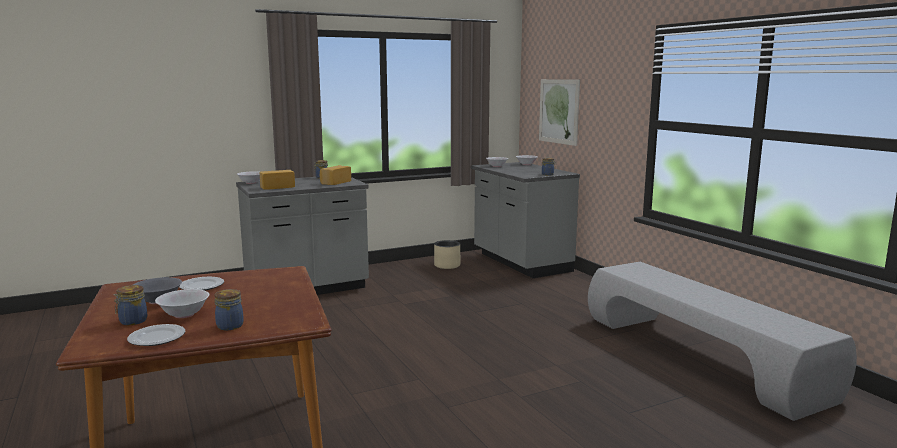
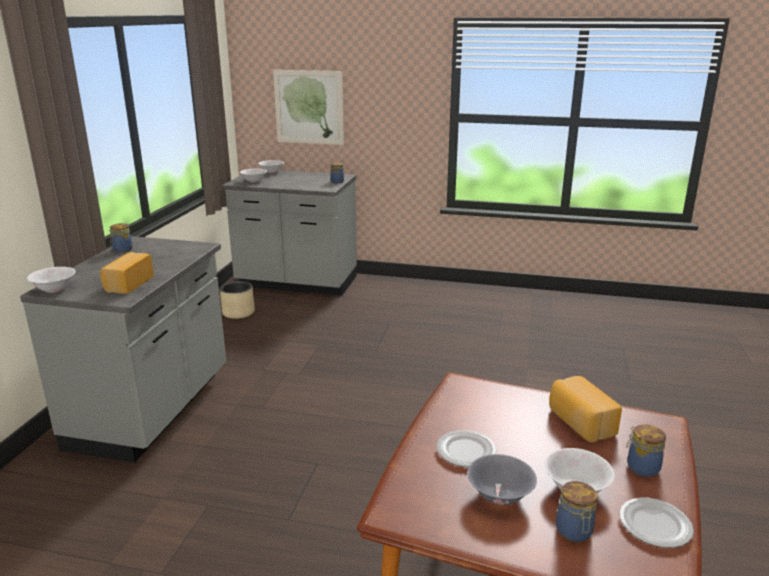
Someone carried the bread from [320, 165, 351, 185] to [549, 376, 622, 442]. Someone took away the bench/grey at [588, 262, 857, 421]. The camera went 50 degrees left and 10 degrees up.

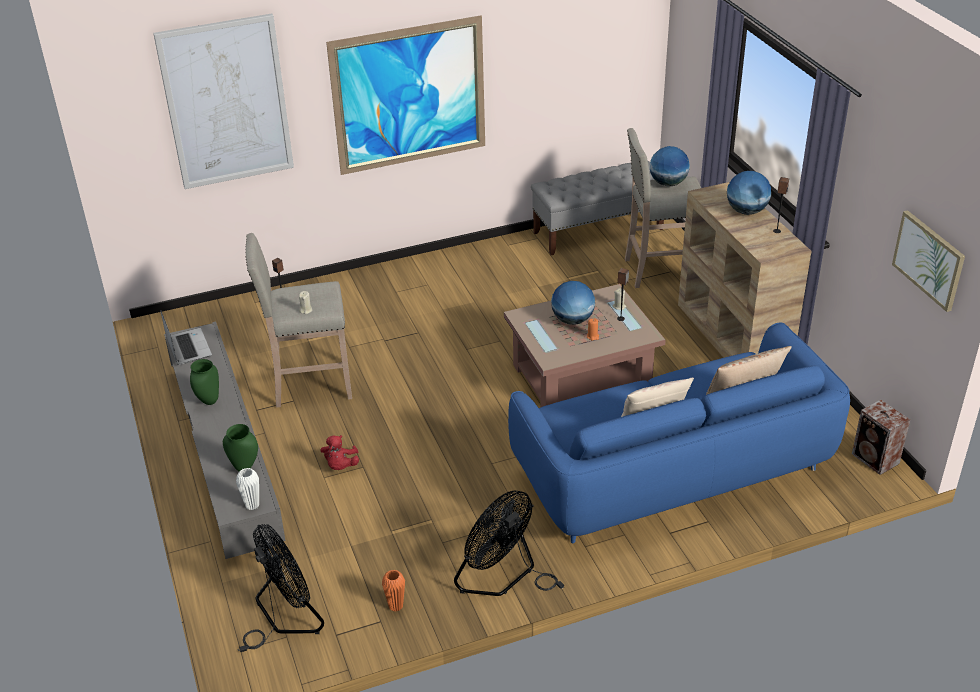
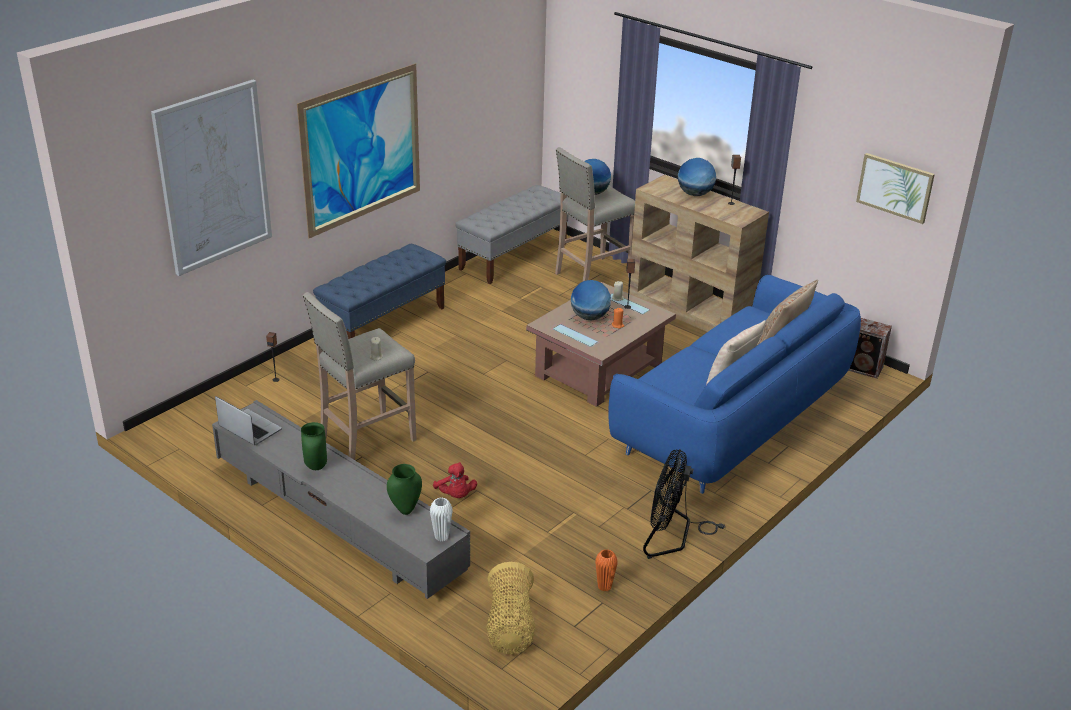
Someone swapped the fan/black at [238, 524, 324, 652] for the basket at [487, 562, 535, 655]. Someone put down the bench/blue at [313, 244, 446, 339]. The camera went 30 degrees left and 5 degrees down.

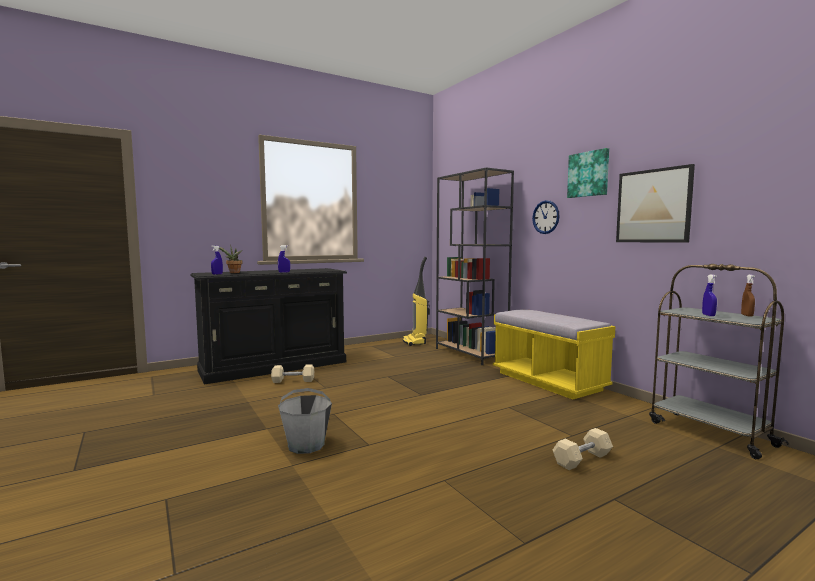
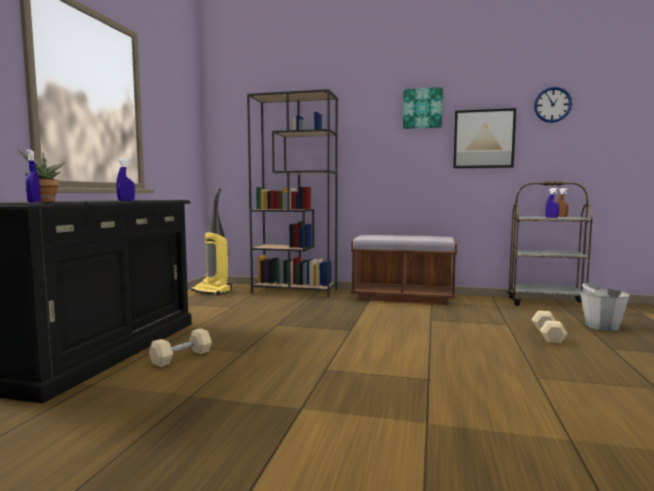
Someone carried the bucket/grey from [278, 388, 332, 454] to [580, 283, 630, 331]. Someone repainted the bench/yellow at [493, 310, 616, 399], which became the bench/brown at [351, 235, 457, 305]. Someone carried the wall clock from [532, 200, 560, 234] to [534, 87, 572, 123]. The camera went 45 degrees left and 0 degrees up.

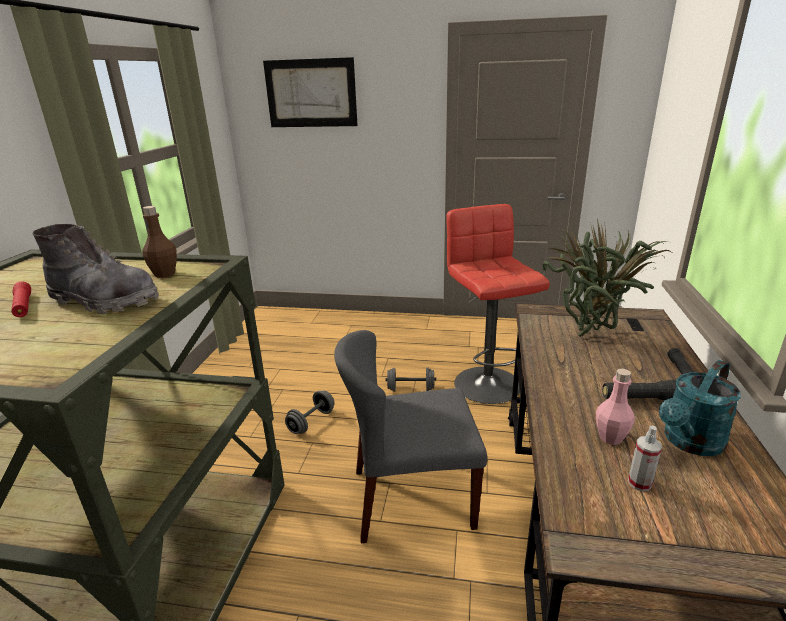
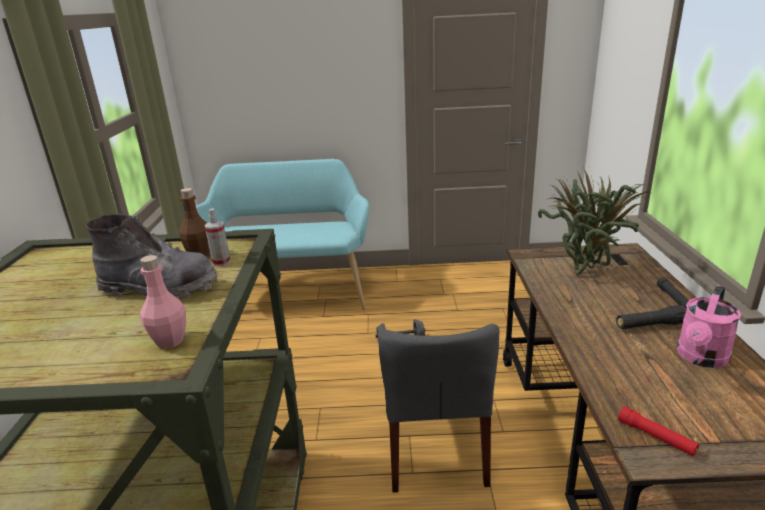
Someone carried the flashlight/red from [11, 282, 31, 317] to [618, 406, 699, 456]. Someone took away the picture at [263, 57, 358, 127]. Someone took away the dumbbell/grey at [285, 391, 335, 434]. Someone rotated the chair/grey at [334, 330, 487, 543] by 75 degrees counterclockwise. Someone took away the stool/red at [446, 204, 550, 404]. Someone carried the bottle/pink from [596, 369, 635, 445] to [140, 255, 186, 349]. Someone carried the spray bottle from [628, 425, 662, 491] to [205, 208, 231, 266]. Someone repainted the watering can/turquoise at [659, 360, 741, 456], which became the watering can/pink at [677, 285, 741, 368]. Someone put down the bench/turquoise at [196, 159, 369, 310]. The camera went 10 degrees left and 0 degrees up.

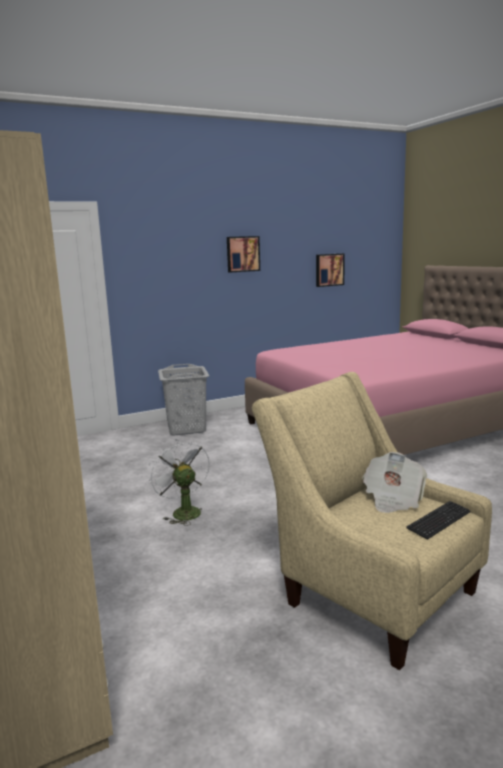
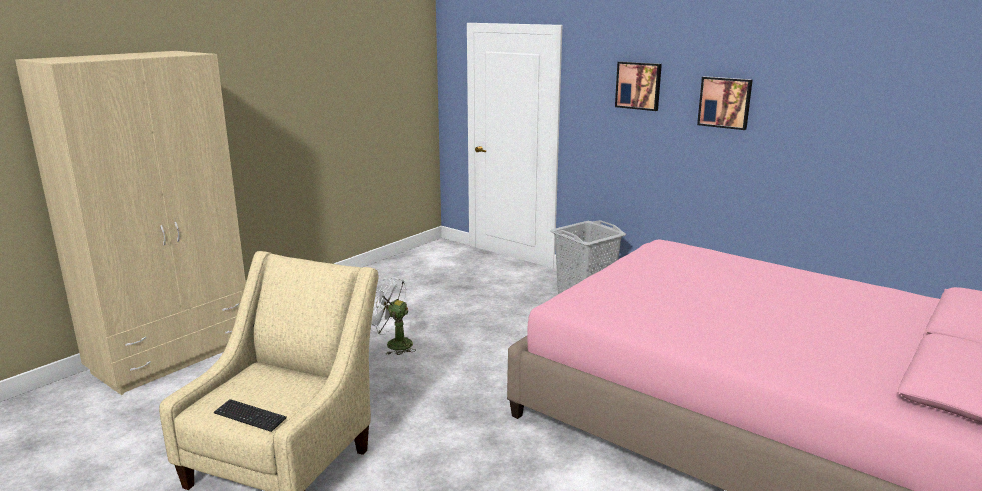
Someone rotated the fan/white at [149, 439, 210, 526] by 105 degrees counterclockwise. Someone carried the picture from [316, 254, 345, 287] to [615, 61, 662, 111]. Someone took away the newspaper at [362, 452, 427, 513]. The camera went 65 degrees right and 5 degrees up.

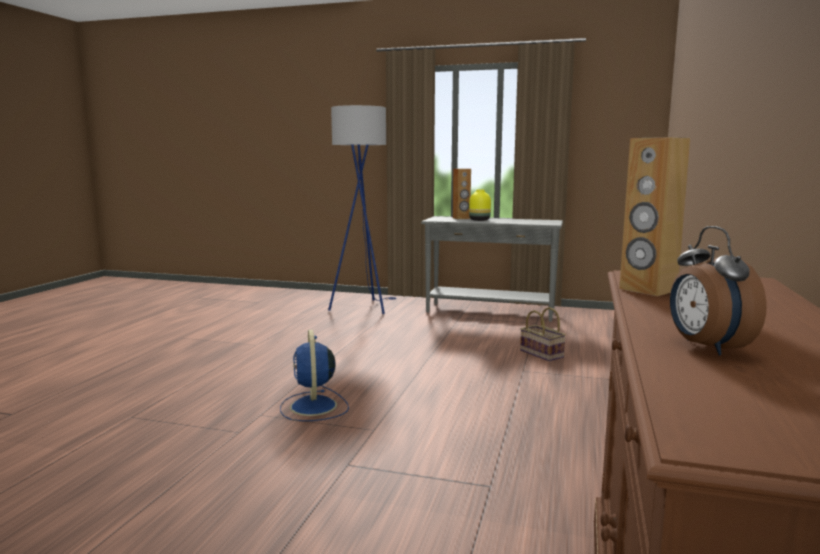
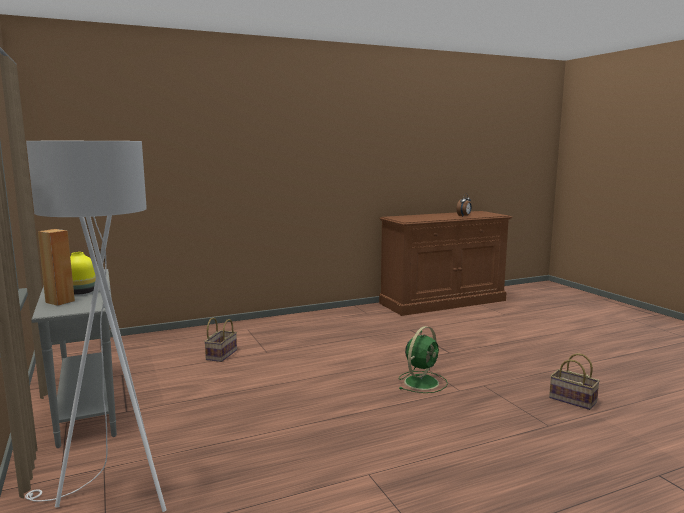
Someone repainted the fan/blue at [280, 330, 349, 421], which became the fan/green at [399, 326, 448, 393]. Someone repainted the floor lamp/blue at [328, 105, 396, 314], which became the floor lamp/white at [25, 141, 167, 512]. Someone took away the speaker/brown at [619, 137, 690, 296]. Someone put down the basket at [549, 353, 600, 410]. The camera went 130 degrees left and 0 degrees up.

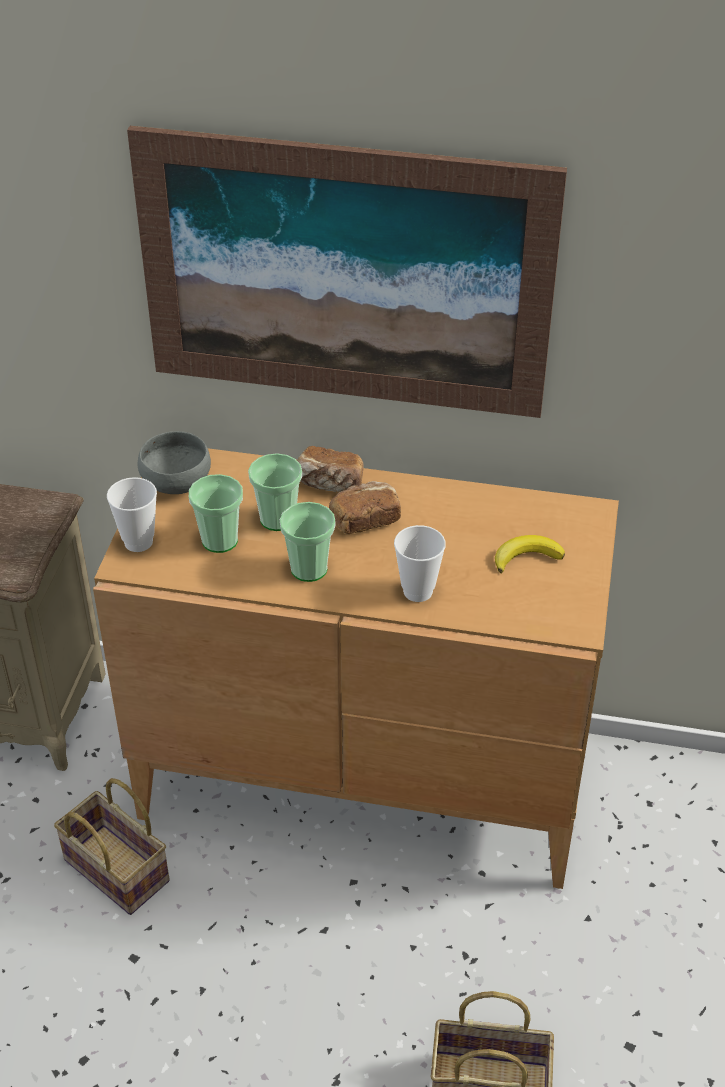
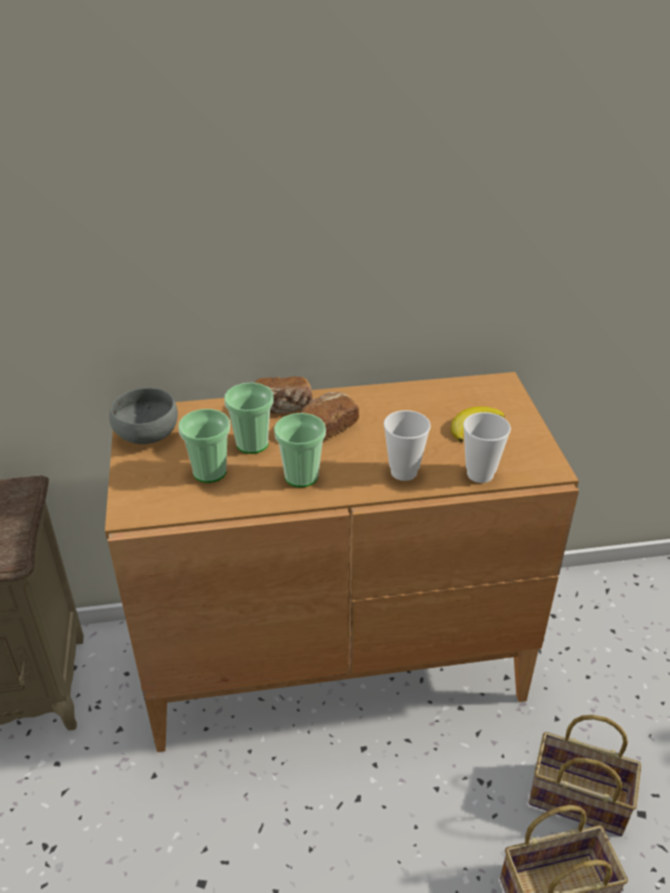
Someone carried the basket from [54, 778, 170, 915] to [529, 715, 641, 836]. Someone carried the cup from [107, 477, 157, 552] to [463, 412, 511, 483]. Someone took away the picture at [127, 126, 567, 418]. The camera went 20 degrees left and 5 degrees down.

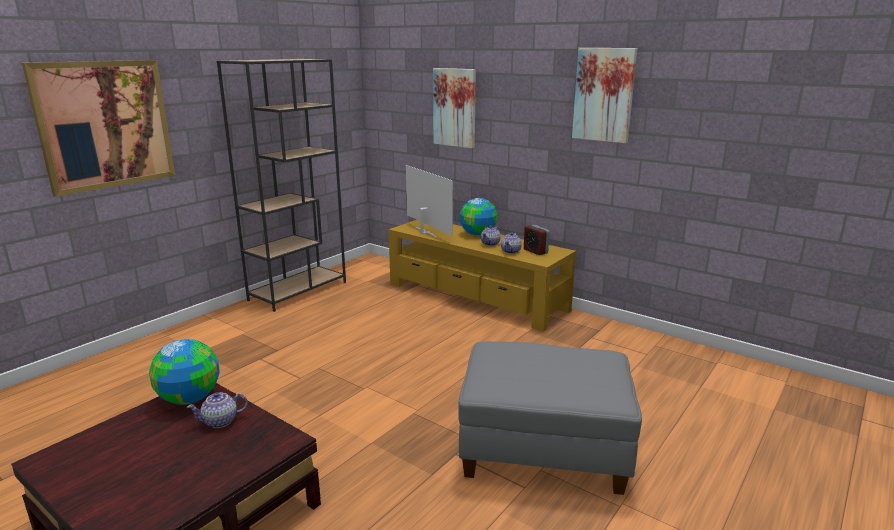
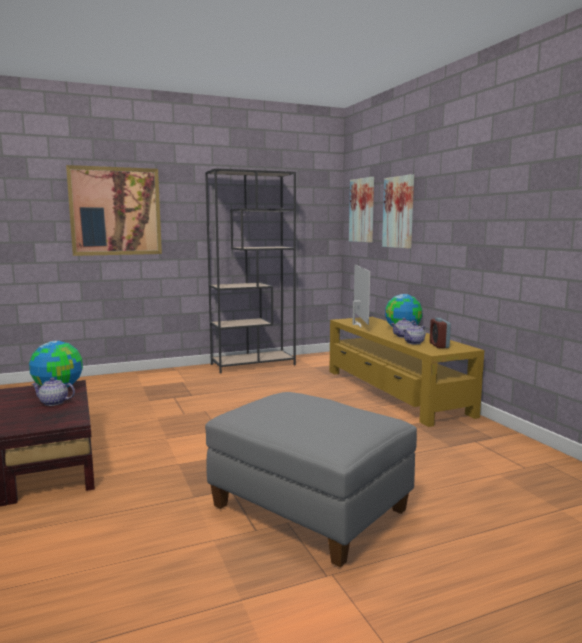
Someone carried the picture from [572, 48, 638, 143] to [349, 177, 374, 243]. The camera went 30 degrees right and 10 degrees down.

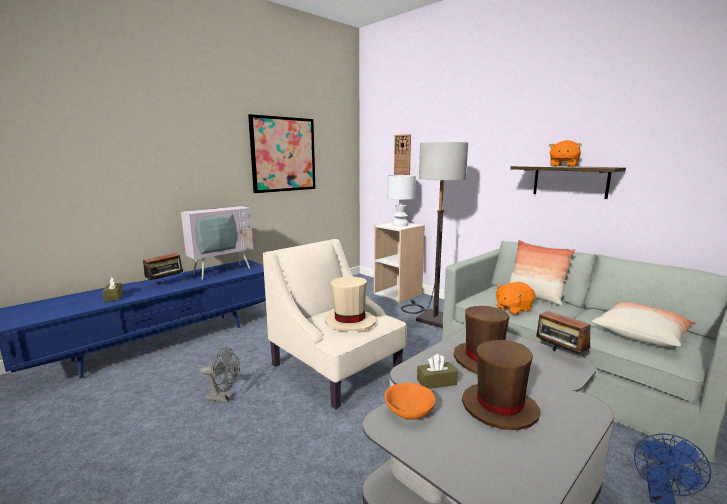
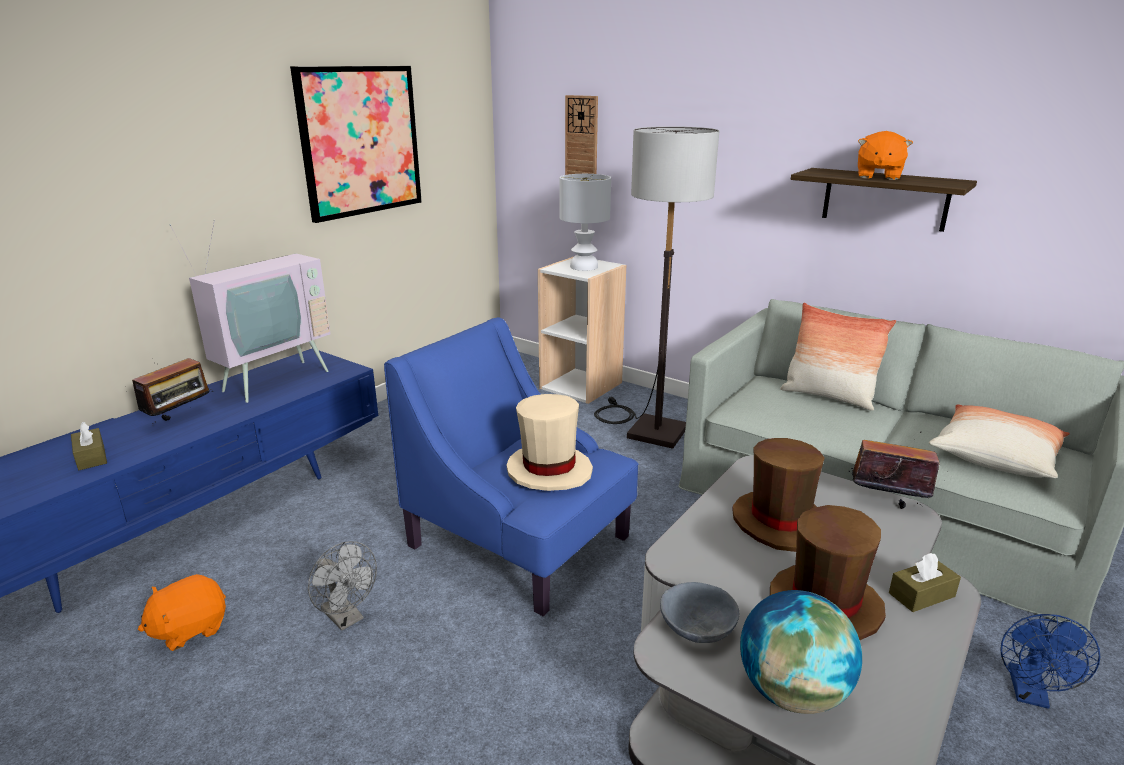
Someone rotated the fan/grey at [200, 347, 240, 402] by 45 degrees clockwise. Someone repainted the armchair/beige at [263, 239, 407, 409], which became the armchair/blue at [384, 317, 639, 616]. Someone repainted the bowl/orange at [384, 383, 435, 419], which became the bowl/grey at [660, 582, 739, 643]. Someone carried the tissue box/brown from [417, 354, 458, 389] to [889, 553, 961, 612]. Someone carried the plush toy/orange from [496, 282, 535, 315] to [138, 574, 226, 651]. Someone rotated the radio at [536, 307, 591, 354] by 150 degrees clockwise. Someone put down the globe at [740, 590, 862, 714]. The camera went 10 degrees left and 10 degrees up.

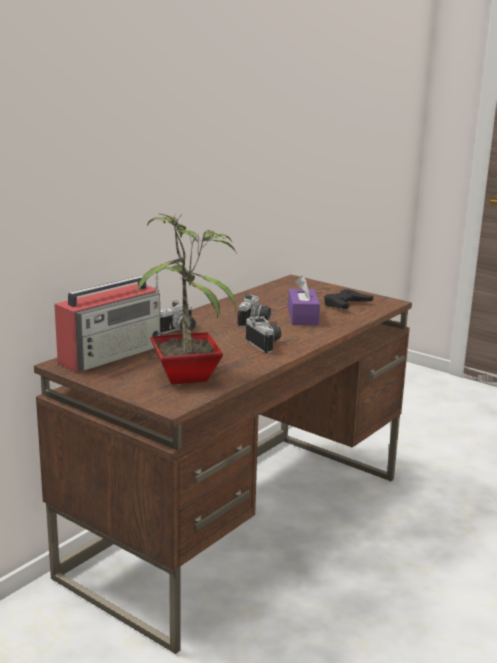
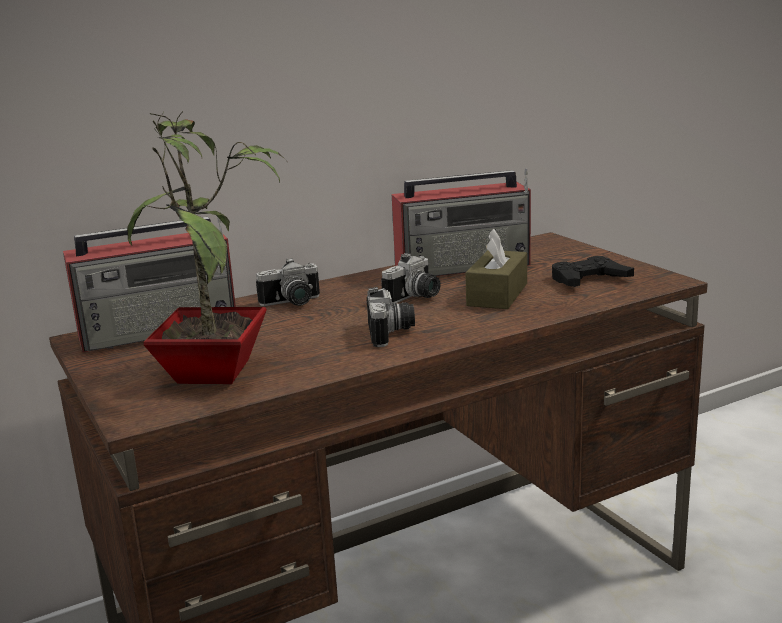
Someone repainted the tissue box/purple at [288, 276, 320, 325], which became the tissue box/brown at [465, 229, 527, 309]. Someone put down the radio at [392, 168, 531, 276]. The camera went 25 degrees right and 0 degrees up.

